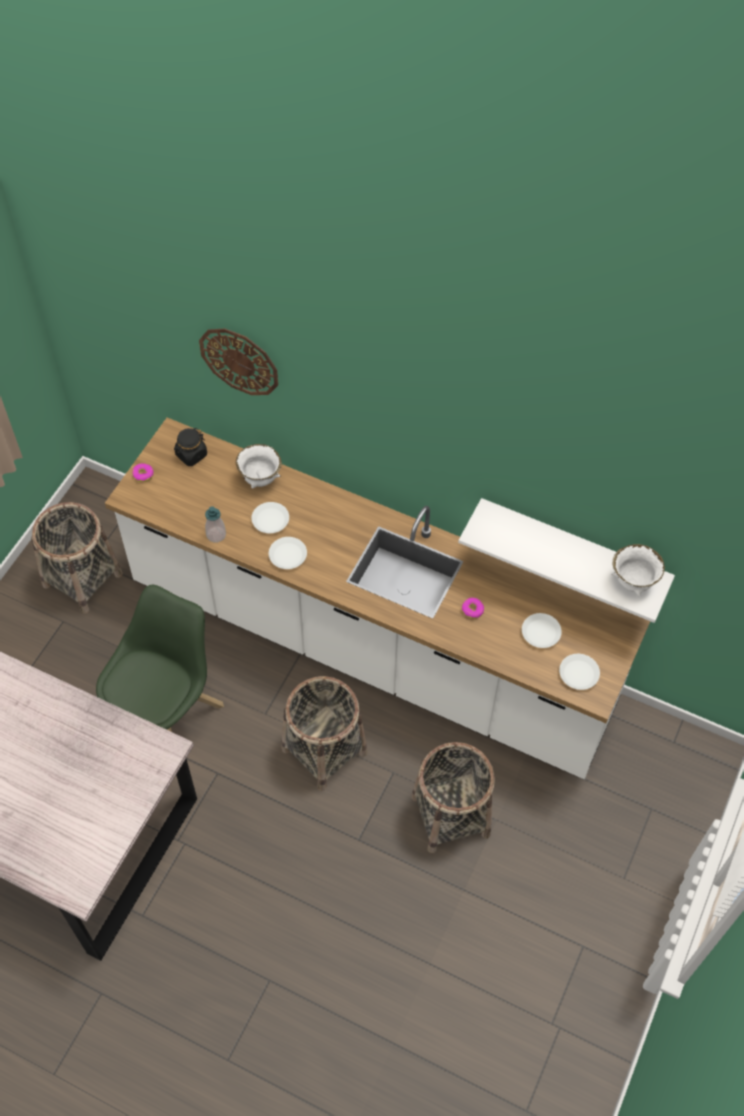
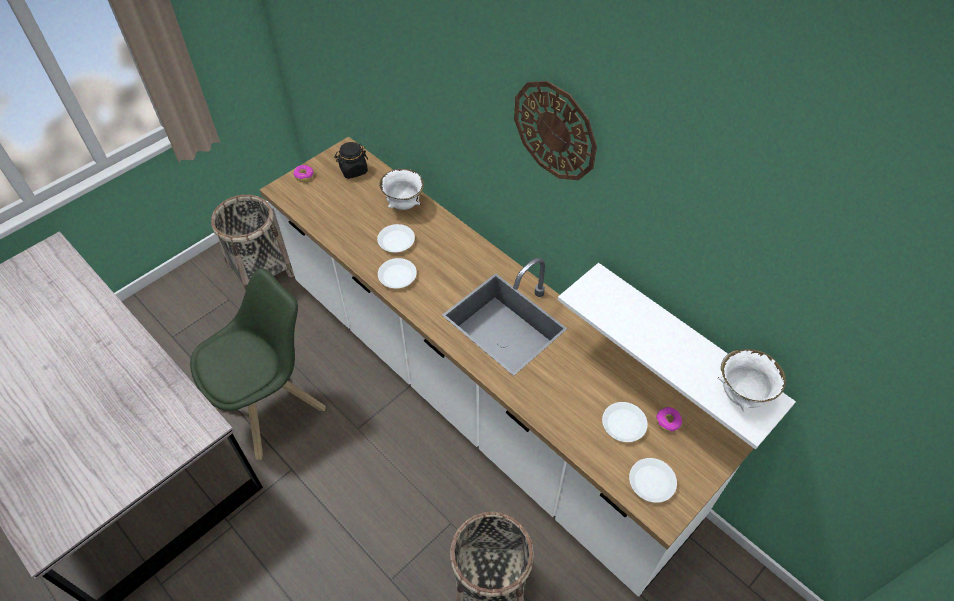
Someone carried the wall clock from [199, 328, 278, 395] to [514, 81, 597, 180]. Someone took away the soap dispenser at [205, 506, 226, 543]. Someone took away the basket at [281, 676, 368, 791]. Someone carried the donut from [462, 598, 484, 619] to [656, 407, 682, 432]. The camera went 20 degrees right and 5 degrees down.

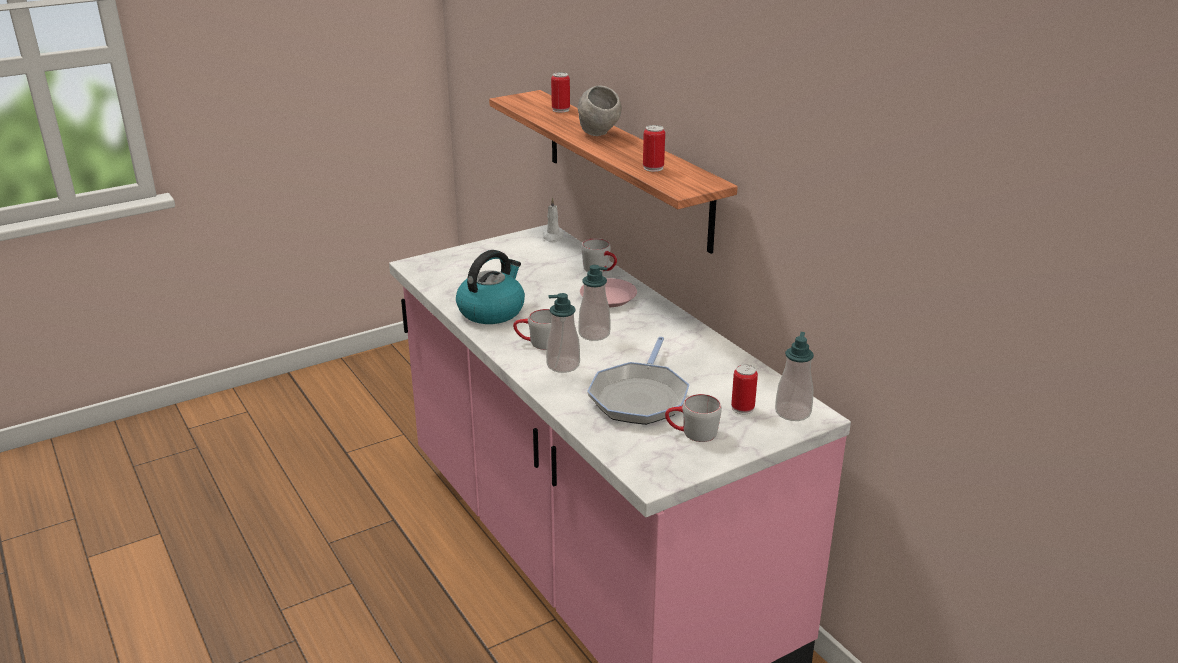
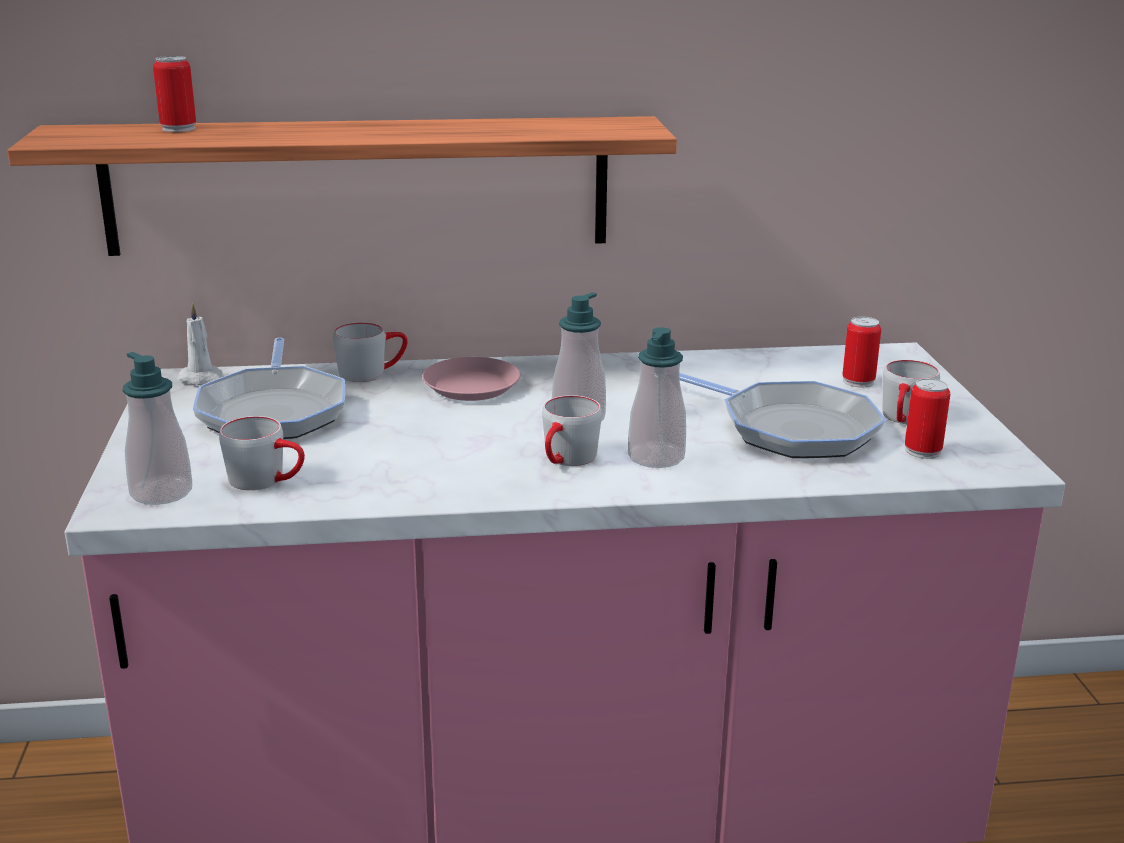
Someone took away the kettle at [456, 250, 525, 324]. Someone took away the bowl/grey at [578, 85, 622, 136]. Someone carried the can from [643, 125, 665, 172] to [905, 378, 950, 459]. Someone carried the soap dispenser from [775, 332, 814, 421] to [123, 352, 192, 505]. Someone put down the frying pan at [193, 337, 345, 439]. Someone put down the mug/grey at [219, 416, 305, 490]. The camera went 65 degrees left and 5 degrees down.

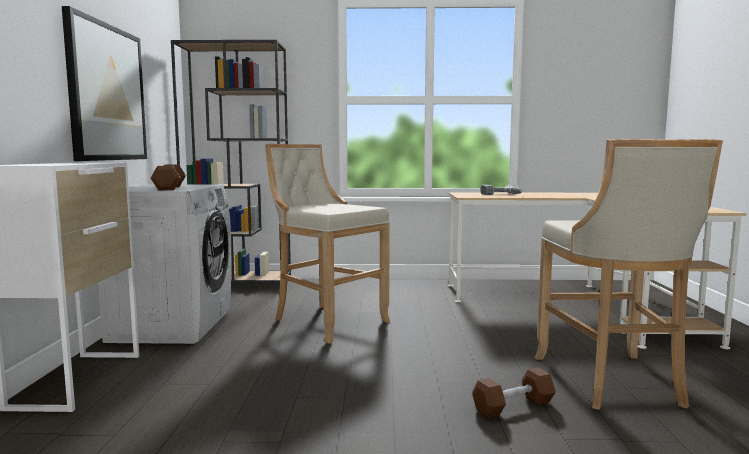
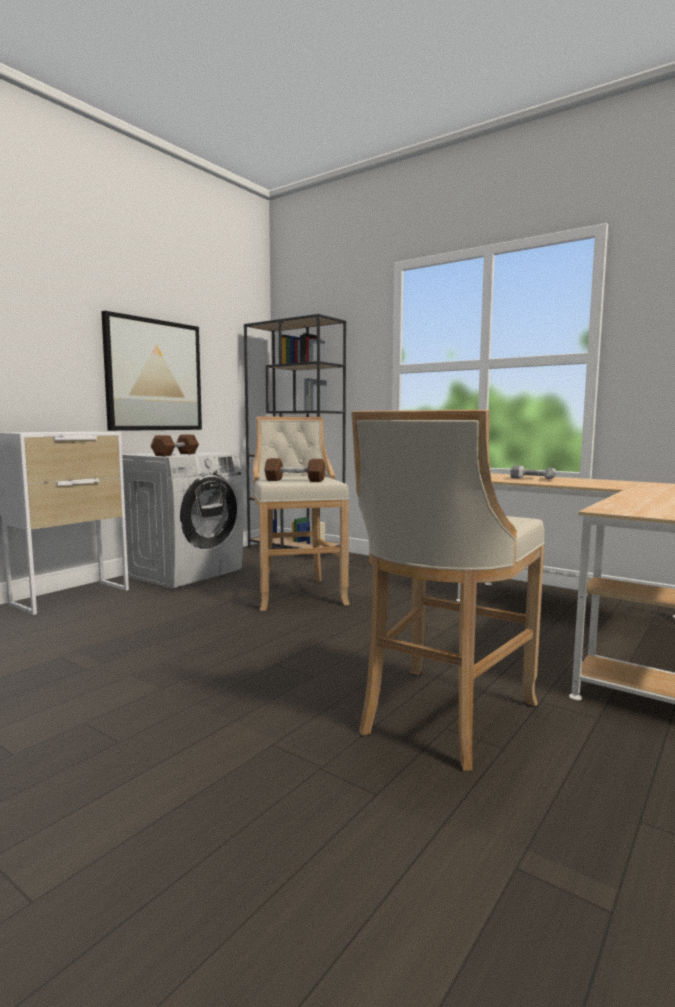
Someone carried the dumbbell/brown from [472, 367, 556, 418] to [265, 458, 325, 482]. The camera went 35 degrees right and 0 degrees up.

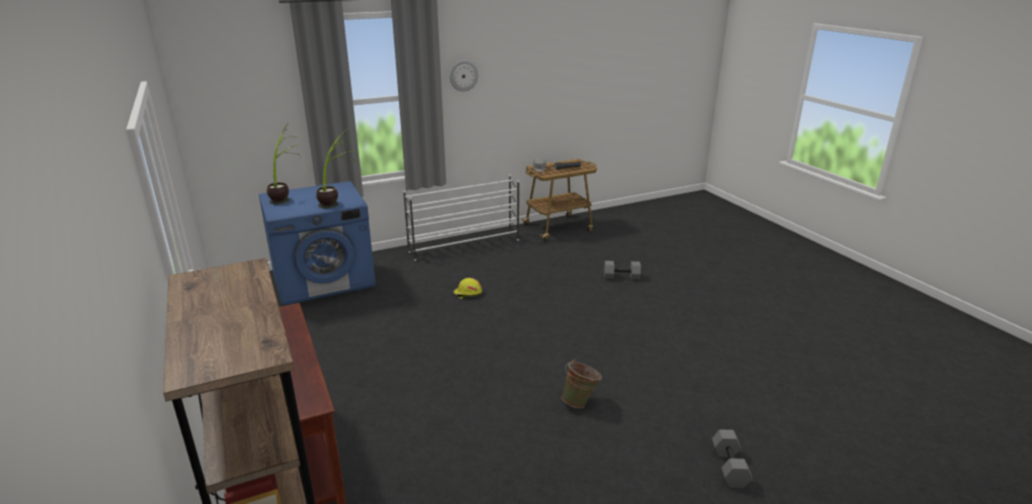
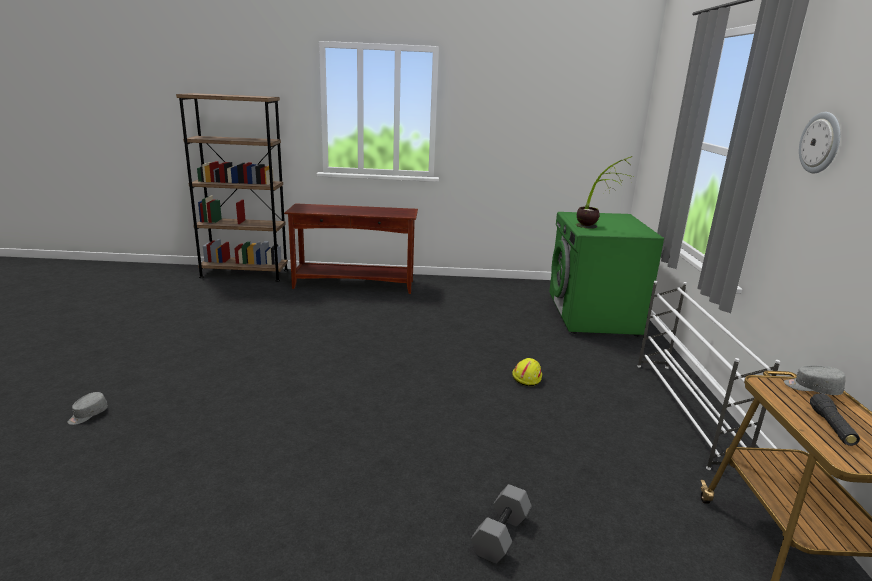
Someone repainted the washing machine/blue at [259, 181, 376, 306], which became the washing machine/green at [549, 212, 664, 337]. Someone took away the potted plant at [267, 123, 301, 204]. Someone took away the bucket/green at [561, 359, 602, 408]. Someone swapped the dumbbell/grey at [712, 429, 753, 488] for the cap/grey at [67, 392, 108, 425]. The camera went 115 degrees right and 5 degrees down.

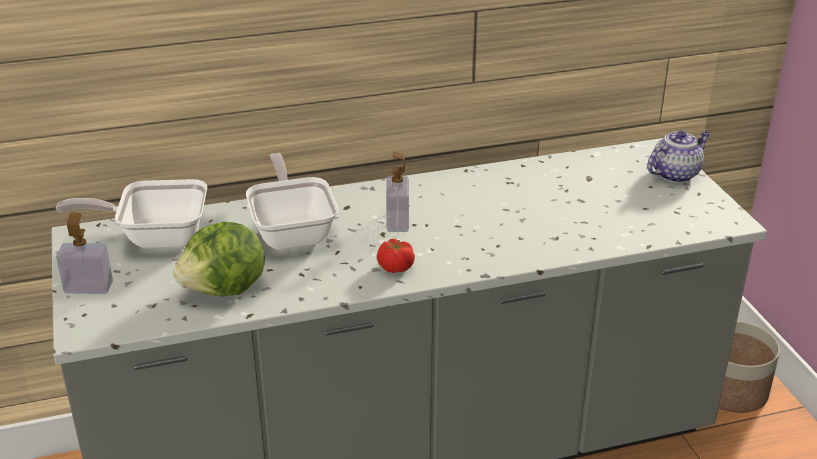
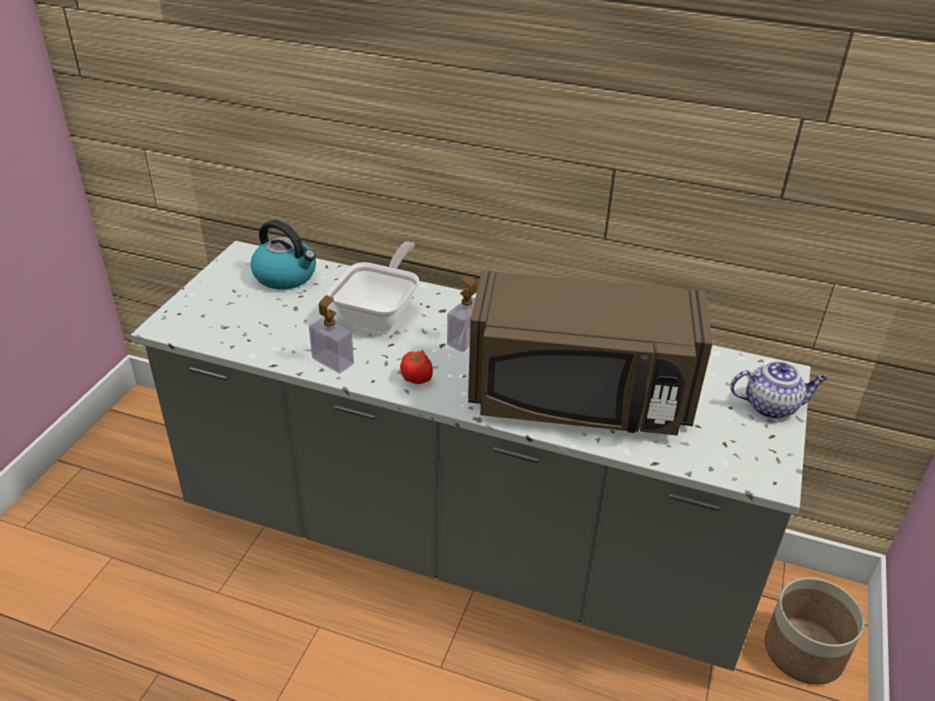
Someone swapped the frying pan at [56, 179, 207, 249] for the kettle at [250, 220, 316, 290]. Someone carried the soap dispenser from [56, 213, 113, 294] to [309, 295, 354, 373]. Someone took away the lettuce at [173, 222, 265, 296]. Someone put down the microwave/brown at [468, 270, 713, 436]. The camera went 35 degrees right and 5 degrees up.

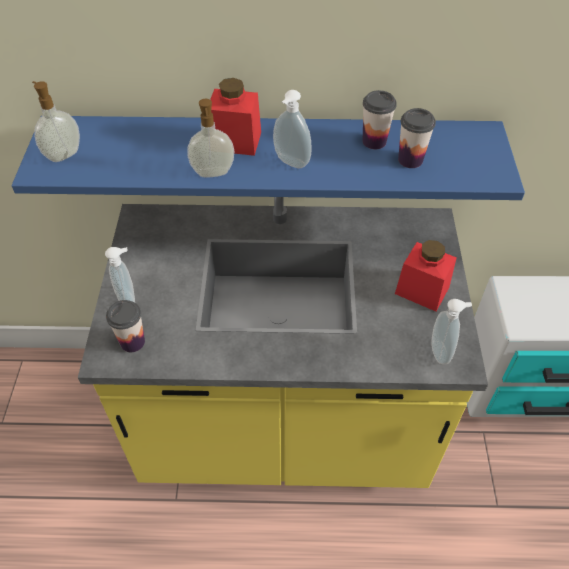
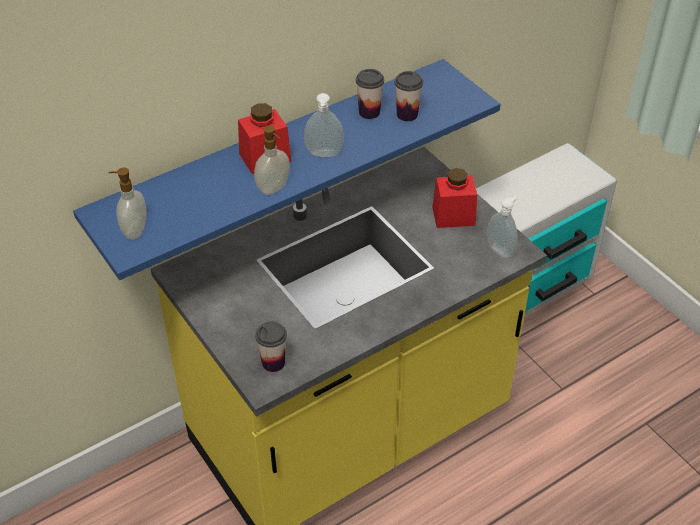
Someone took away the soap dispenser at [105, 247, 135, 302]. The camera went 35 degrees left and 5 degrees down.

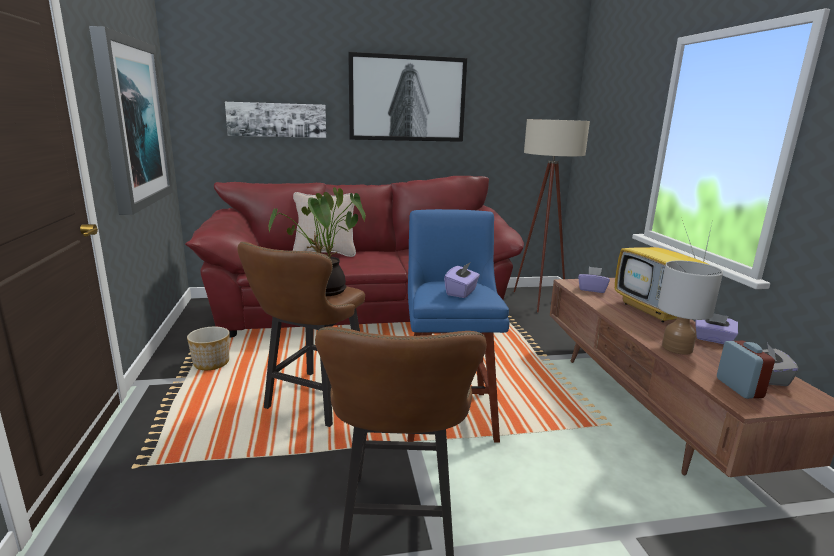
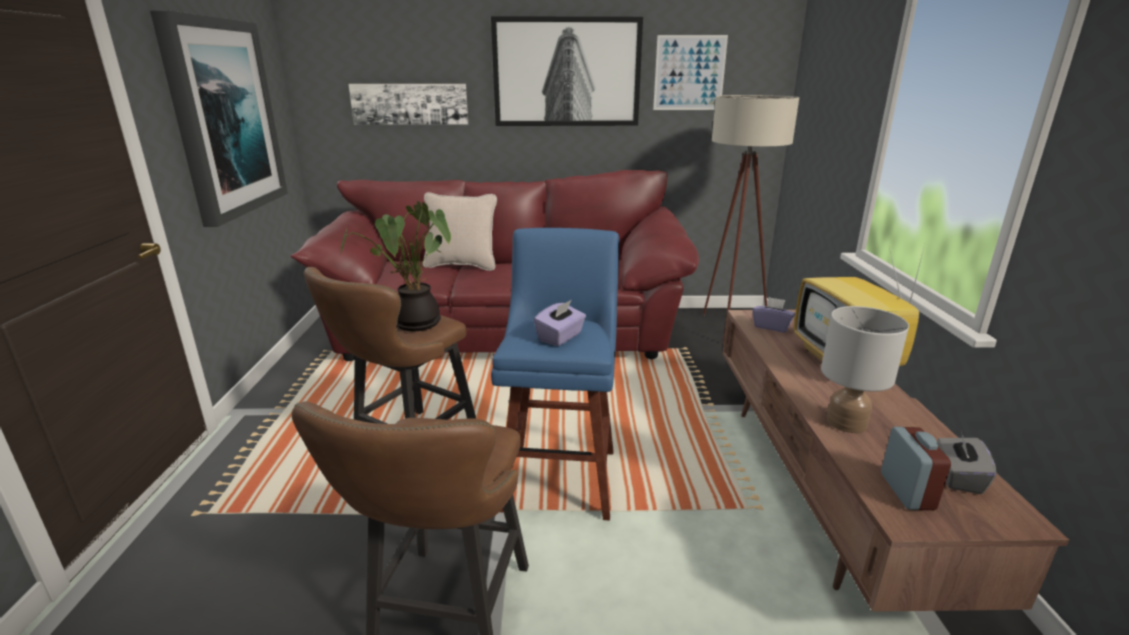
Someone took away the planter at [187, 327, 229, 370]. Someone took away the tissue box/purple at [695, 314, 738, 344]. Someone put up the picture at [653, 35, 728, 110]. The camera went 10 degrees right and 5 degrees up.

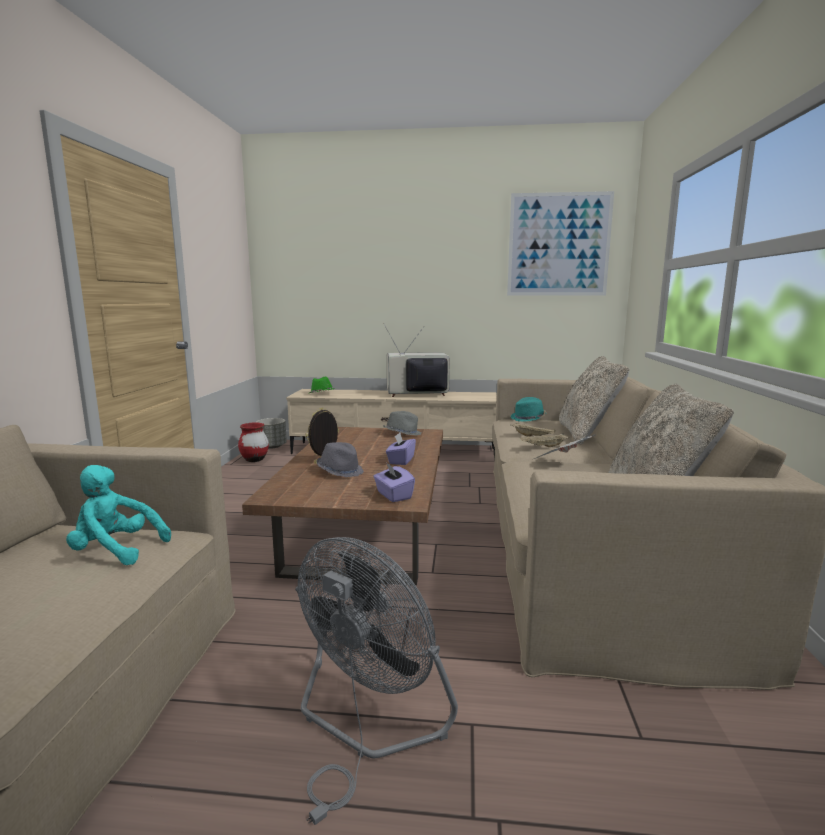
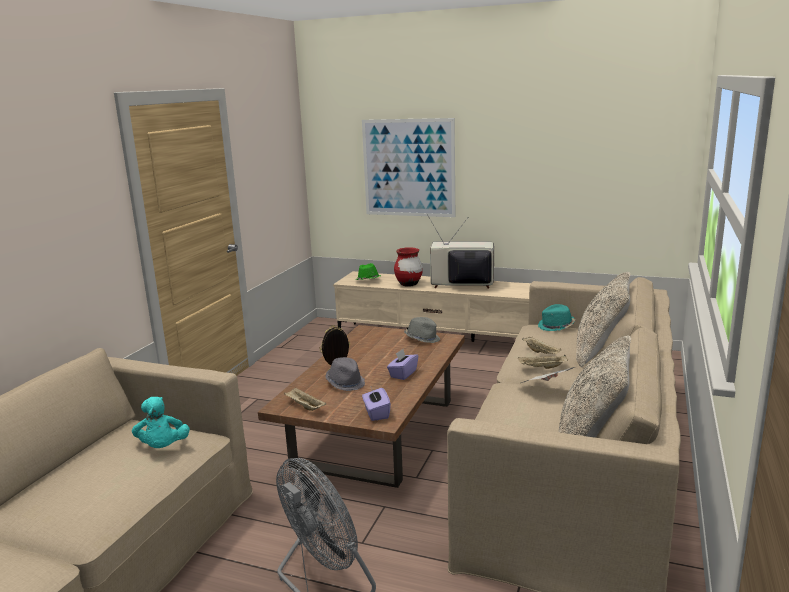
Someone rotated the plush toy/turquoise at [66, 465, 171, 565] by 135 degrees counterclockwise. Someone carried the vase/red from [238, 422, 269, 462] to [394, 247, 423, 287]. Someone took away the planter/grey at [256, 418, 287, 449]. Someone carried the picture from [507, 191, 614, 296] to [362, 118, 455, 217]. Someone put down the tray/beige at [284, 387, 326, 411]. The camera went 15 degrees right and 5 degrees up.

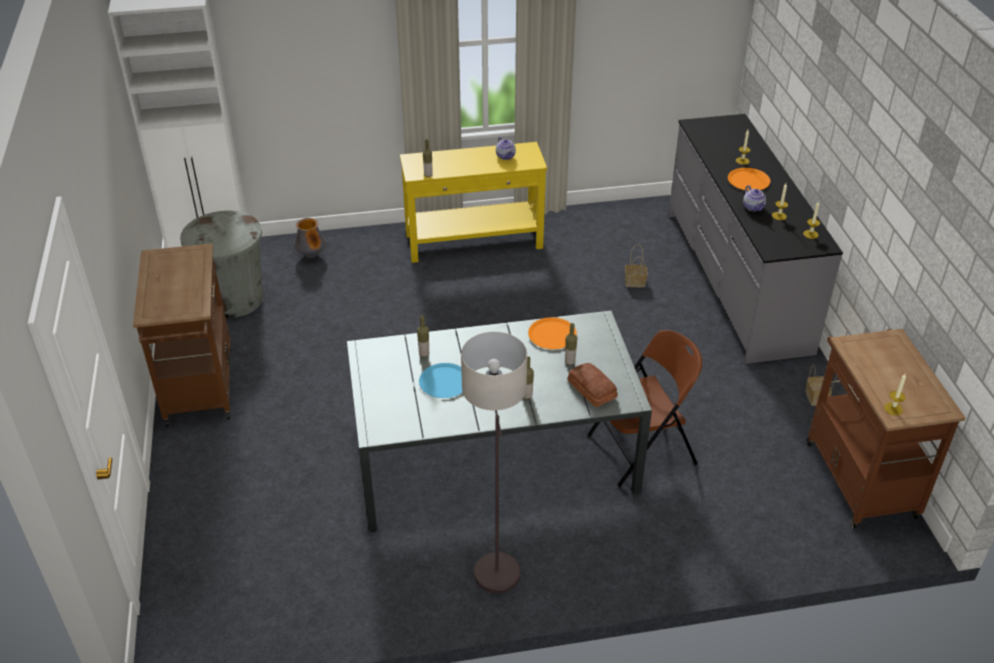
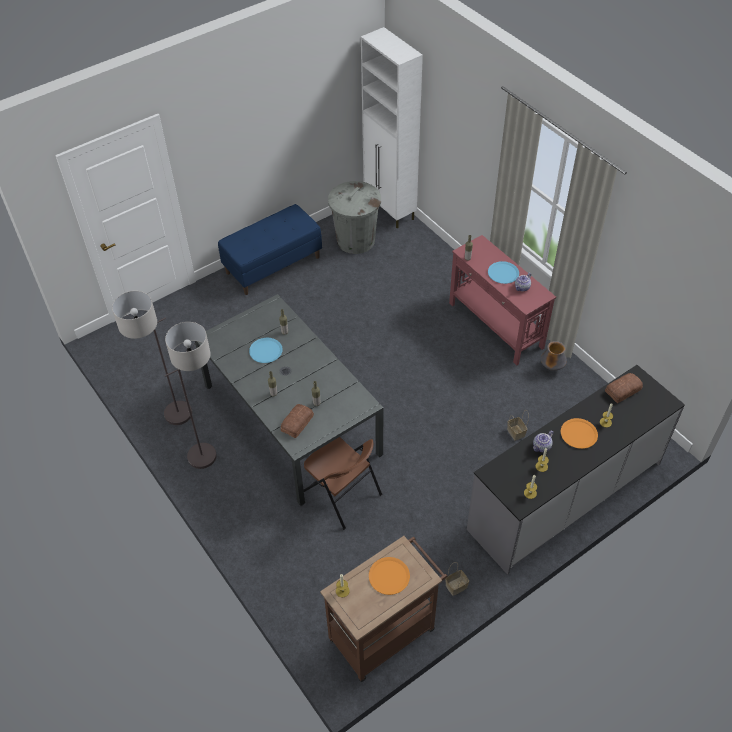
Someone swapped the cart/brown at [133, 243, 231, 427] for the bench/blue at [218, 204, 322, 295]. Someone carried the vase from [293, 218, 326, 258] to [541, 341, 567, 371]. Someone repainted the console table/yellow at [400, 142, 547, 263], which became the console table/red at [449, 235, 556, 365]. Someone carried the plate/orange from [528, 317, 577, 349] to [369, 557, 410, 595]. Someone put down the floor lamp/grey at [112, 291, 192, 425]. Someone put down the plate/blue at [488, 261, 519, 284]. Someone put down the bread at [605, 373, 643, 403]. The camera went 65 degrees right and 10 degrees up.

